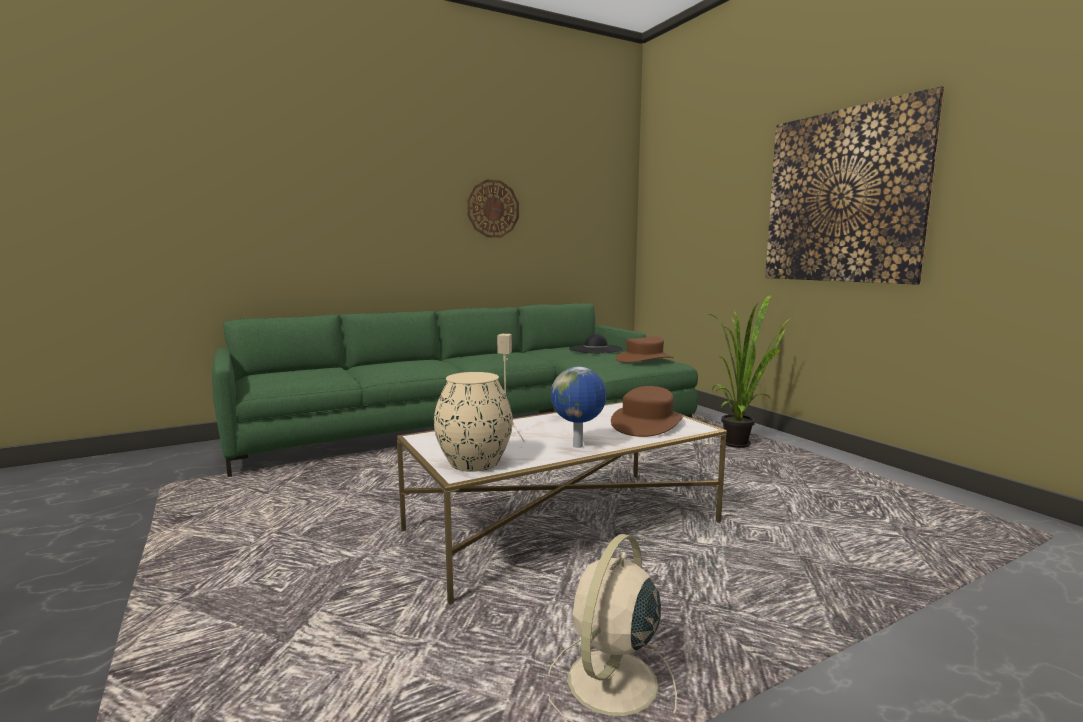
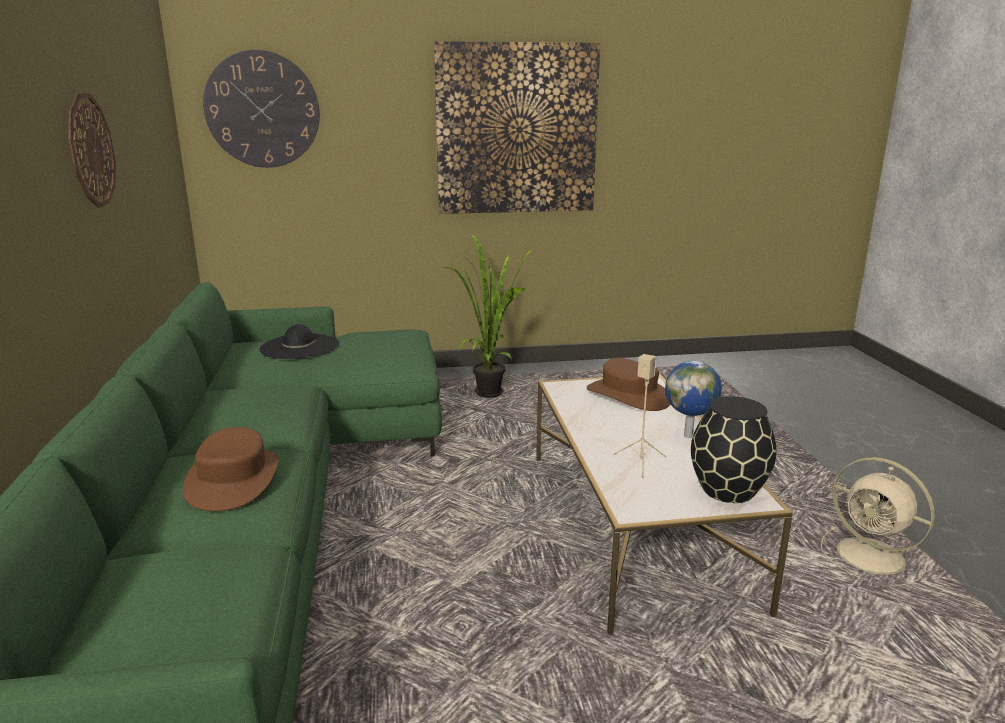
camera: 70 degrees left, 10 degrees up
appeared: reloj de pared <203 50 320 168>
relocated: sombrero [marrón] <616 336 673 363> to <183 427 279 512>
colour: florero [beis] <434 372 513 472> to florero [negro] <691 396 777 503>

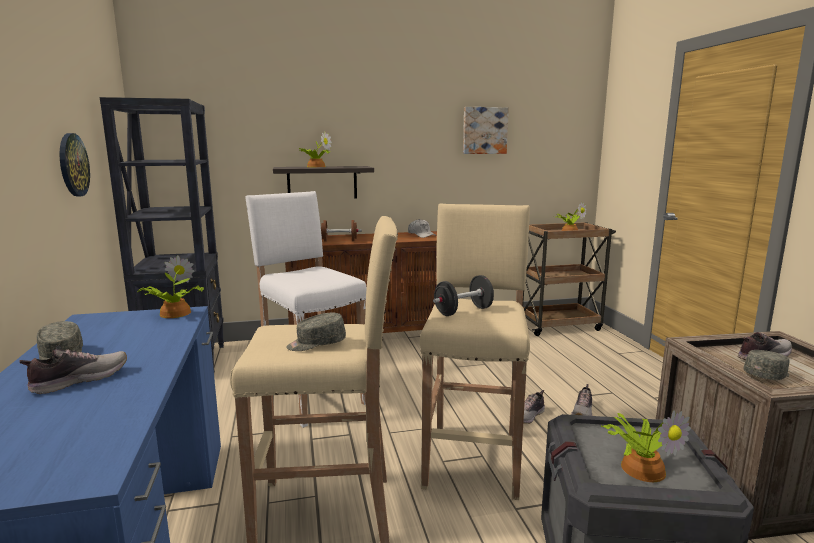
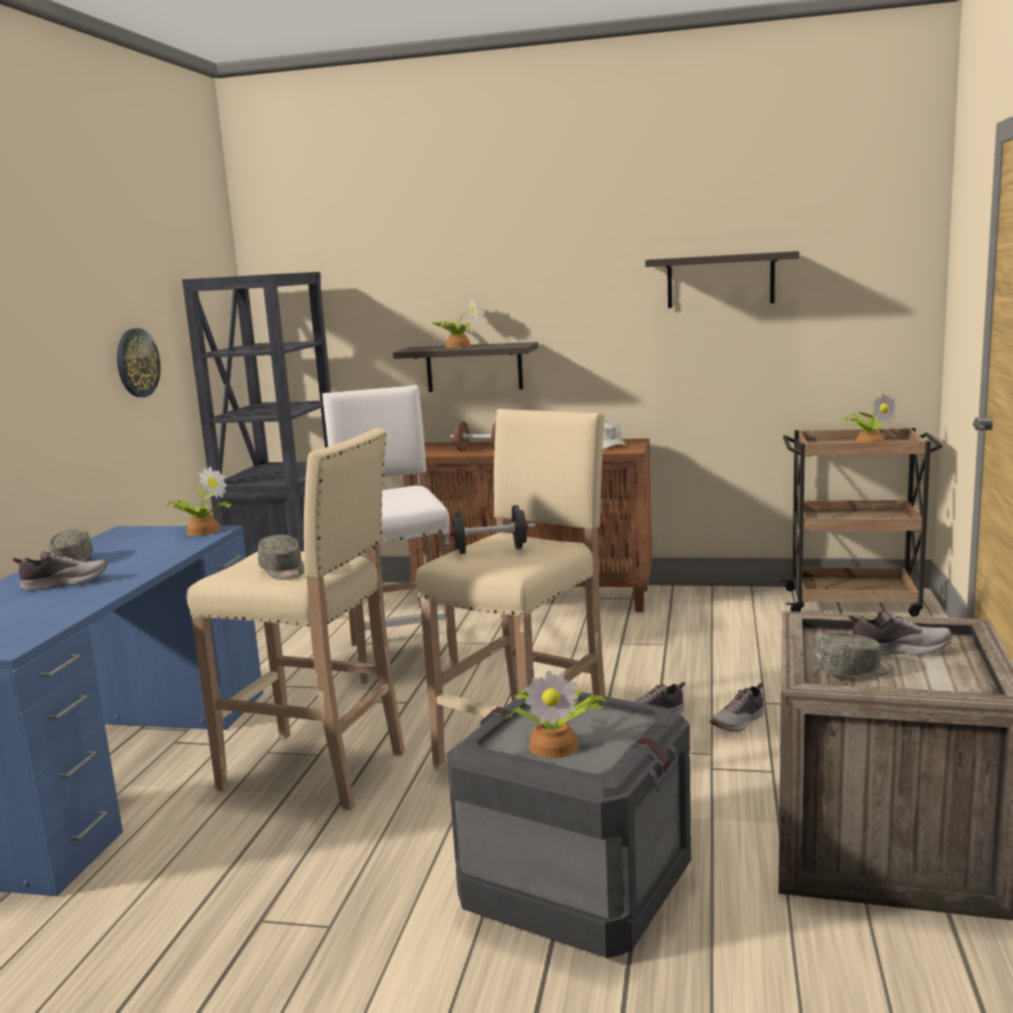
camera: 25 degrees right, 0 degrees up
exchanged: cuadro <463 107 509 154> to estante <645 251 799 308>
spun: gorra [gris] <286 312 346 351> = <258 535 304 580> 120 degrees counterclockwise

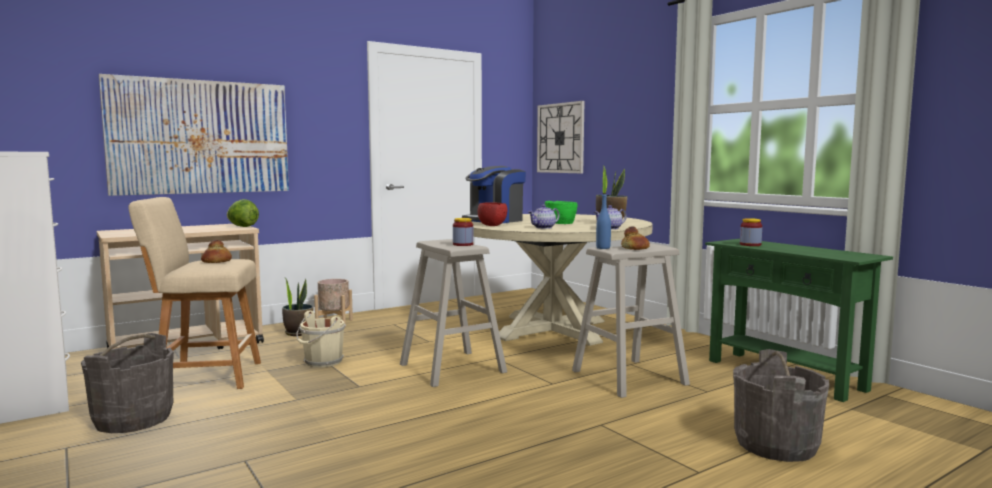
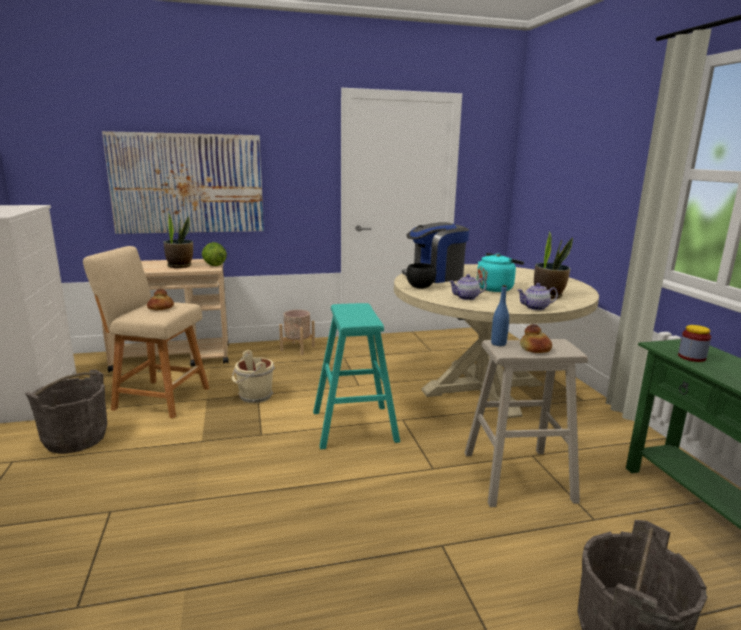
camera: 20 degrees right, 10 degrees up
missing: reloj de pared <537 101 584 173>; tarro <453 218 473 246>
relocated: planta en maceta <282 278 313 336> to <164 213 193 268>
exchanged: cuenco [verde] <545 201 577 224> to hervidor [turquesa] <477 253 524 292>
colour: cuenco [rojo] <477 202 508 226> to cuenco [negro] <406 263 437 289>; taburete [beis] <400 239 507 387> to taburete [turquesa] <313 303 400 449>

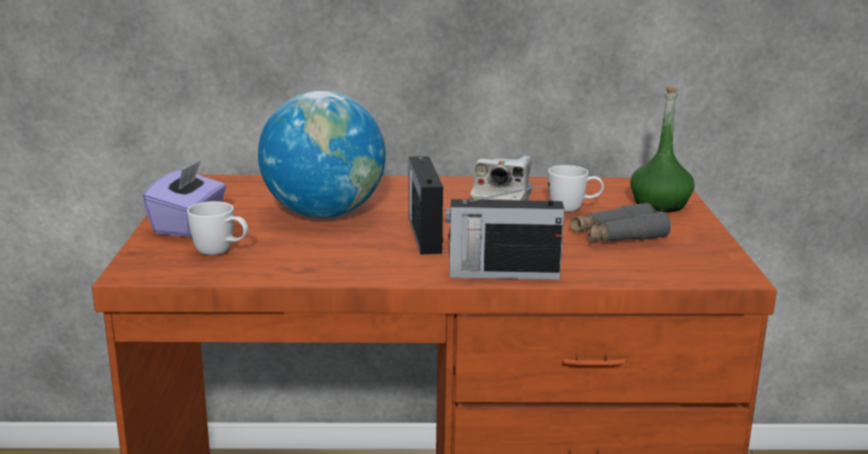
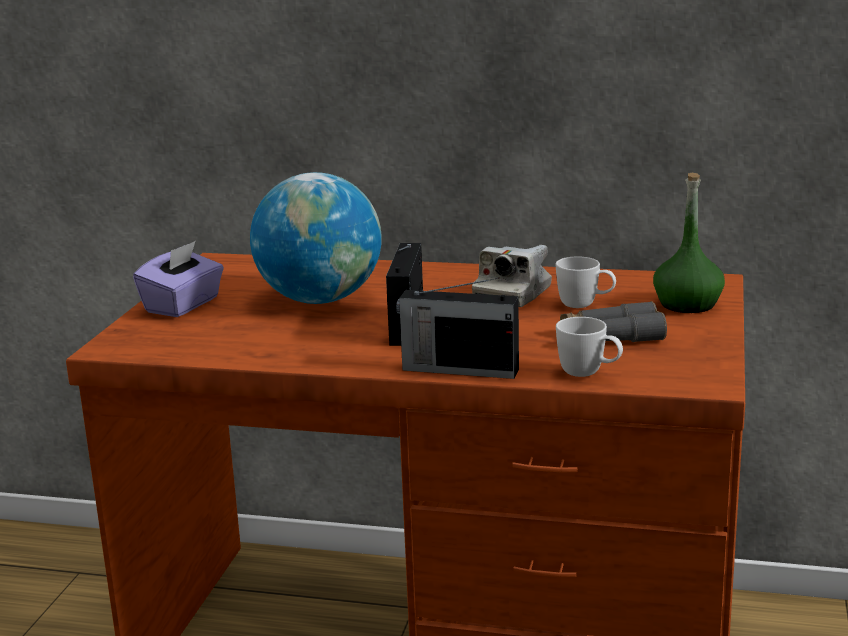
camera: 15 degrees right, 0 degrees up
relocated: taza grande [blanco] <187 201 248 255> to <556 317 623 377>

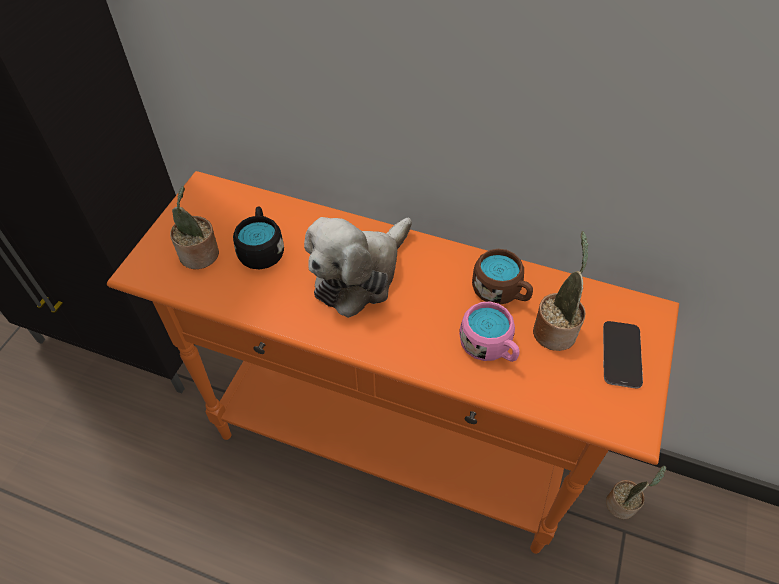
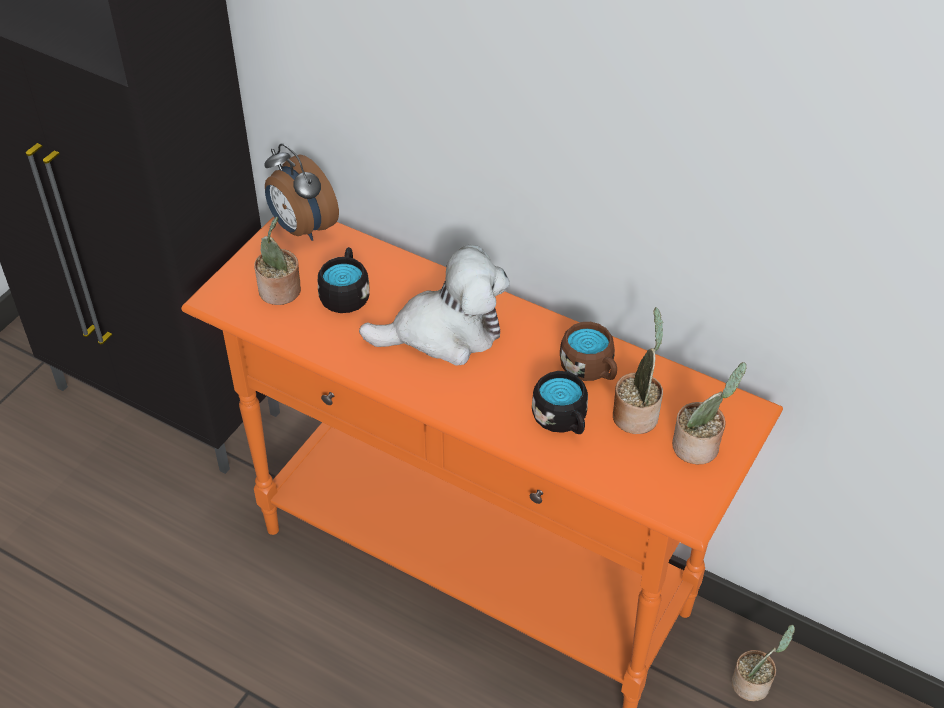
camera: 10 degrees right, 5 degrees down
appeared: despertador <265 144 339 241>
exchanged: móvil <603 321 643 388> to planta en maceta <672 362 747 464>
colour: taza grande [rosa] <459 302 520 362> to taza grande [negro] <532 371 588 434>
spun: peluche <304 217 412 318> = <359 245 510 366> 150 degrees counterclockwise

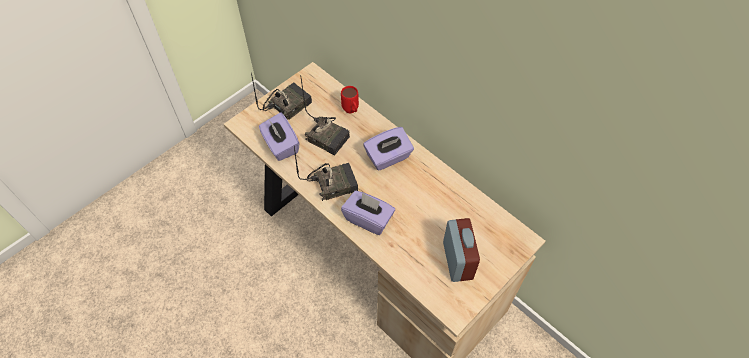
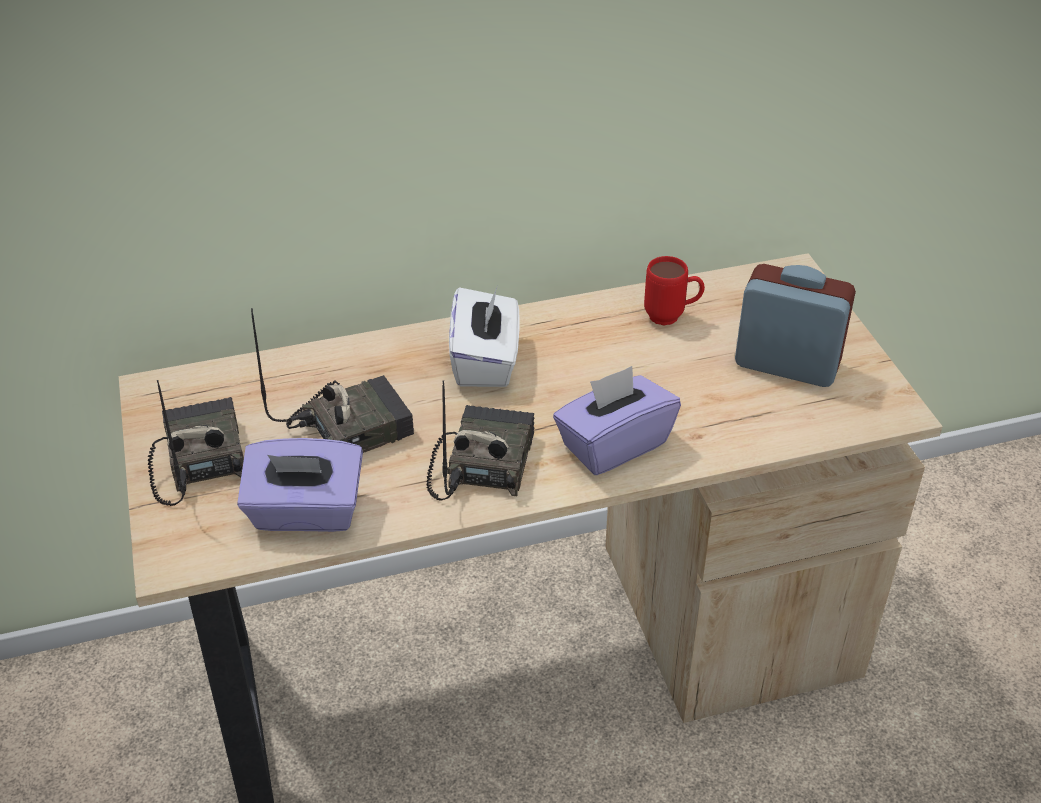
camera: 60 degrees left, 15 degrees down
relocated: taza grande [rojo] <341 86 359 113> to <644 256 705 325>
colour: caja de pañuelos [morado] <363 127 414 171> to caja de pañuelos [blanco] <449 287 520 387>

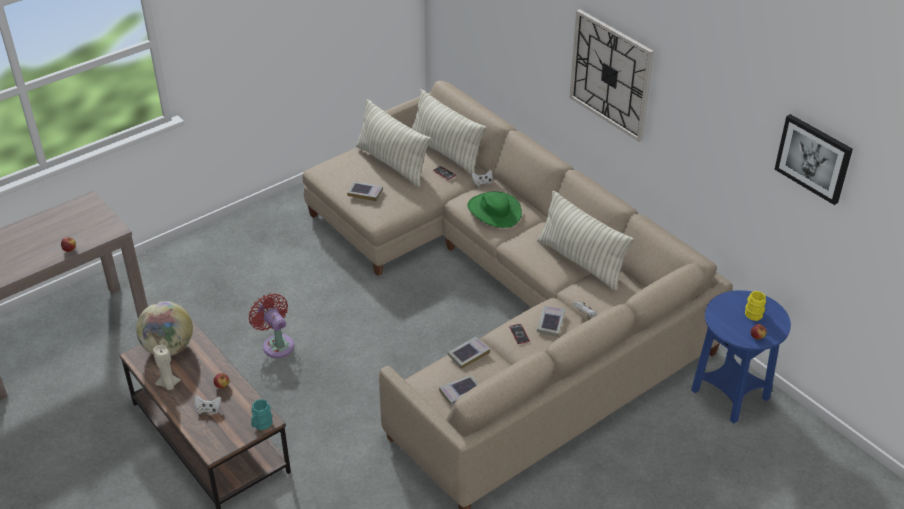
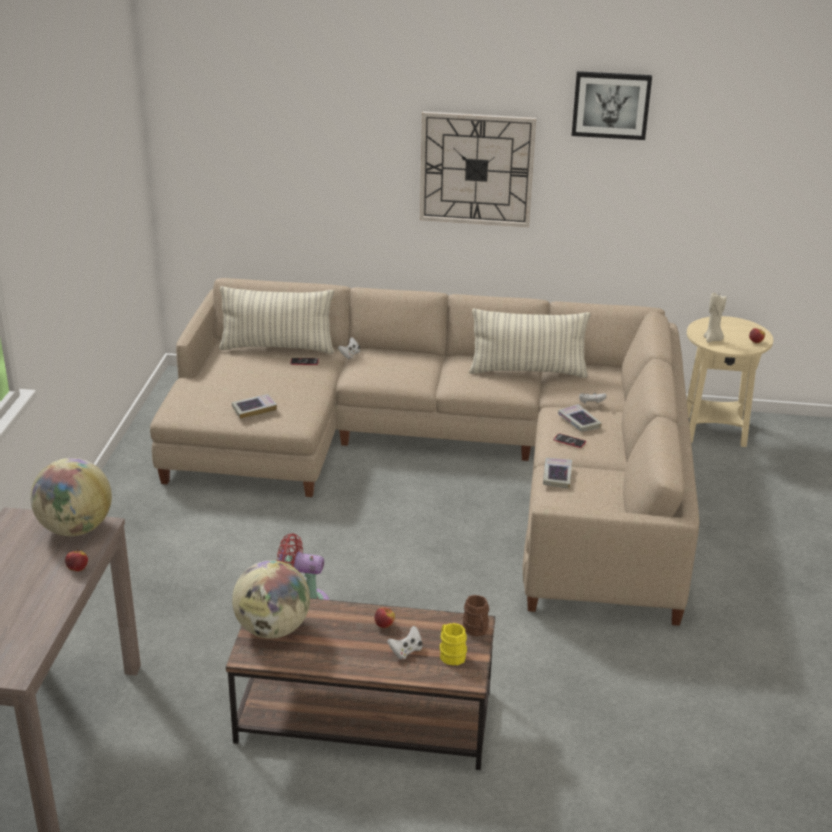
camera: 45 degrees left, 10 degrees down
missing: cojín <356 99 431 188>; sombrero [verde] <467 191 522 228>; libro <439 375 479 405>
appeared: globo terráqueo <30 458 112 536>
relocated: cuadro <774 114 853 205> to <572 71 652 140>; taza grande [amarillo] <745 291 766 321> to <440 623 467 666>; vela [beis] <153 345 181 390> to <704 292 727 342>
colour: mesa auxiliar [azul] <691 290 791 423> to mesa auxiliar [beis] <687 316 773 447>; taza grande [turquesa] <251 399 272 430> to taza grande [marrón] <463 595 489 636>

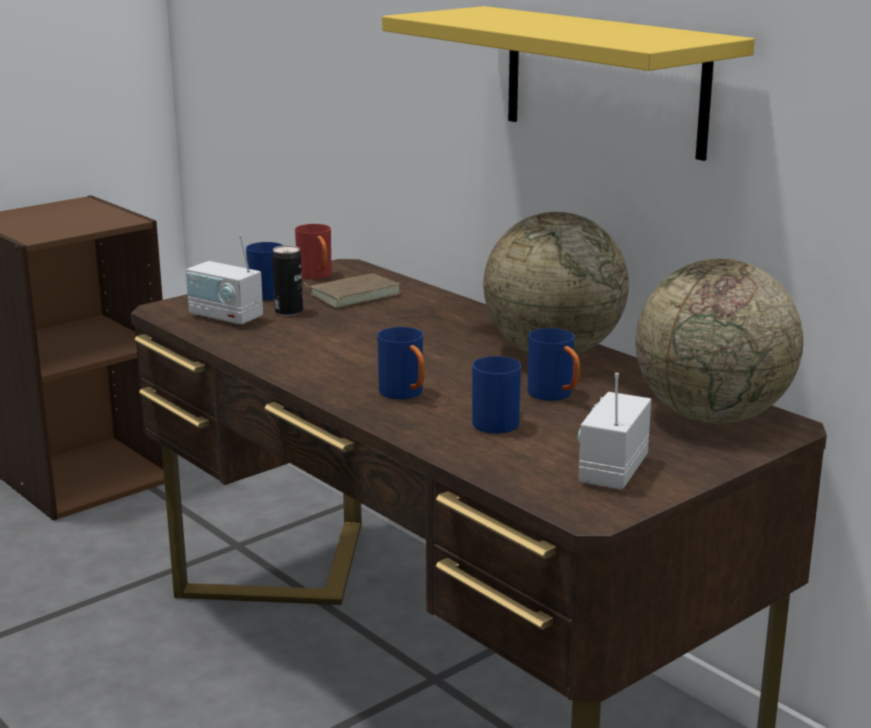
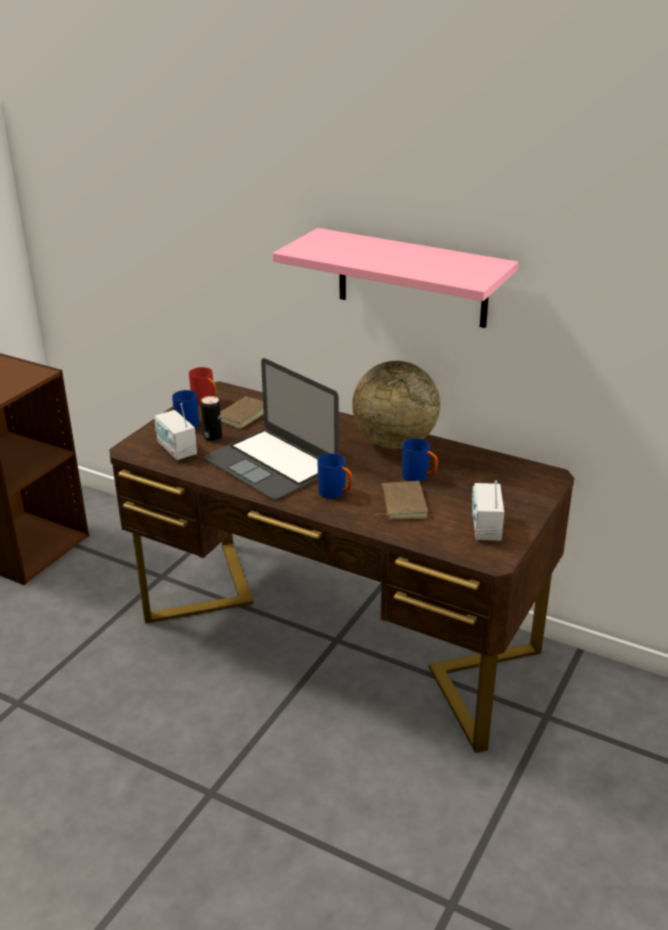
camera: 20 degrees left, 10 degrees up
missing: globo terráqueo <635 259 803 424>
appeared: portátil <204 358 339 500>
exchanged: taza grande [azul] <472 356 521 434> to libro [marrón] <375 481 428 520>
colour: estante [amarillo] <382 6 755 161> to estante [rosa] <273 228 518 328>
spun: radio <186 234 263 326> = <154 403 197 460> 45 degrees clockwise

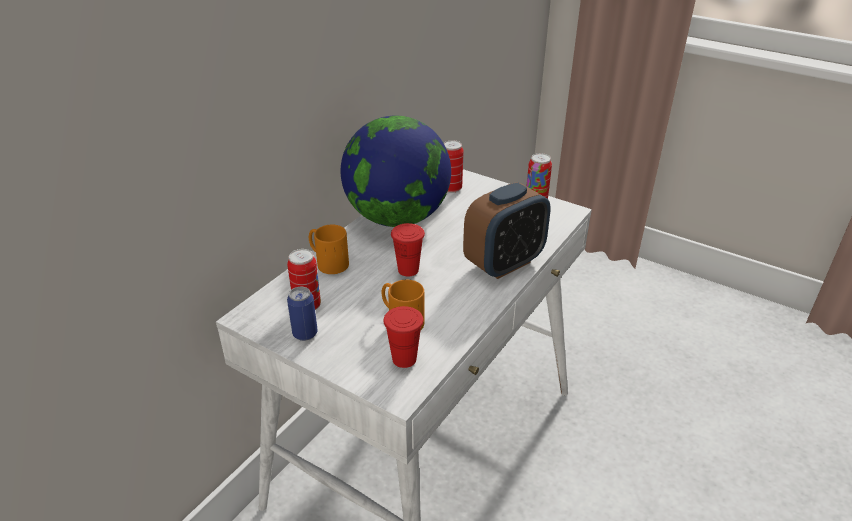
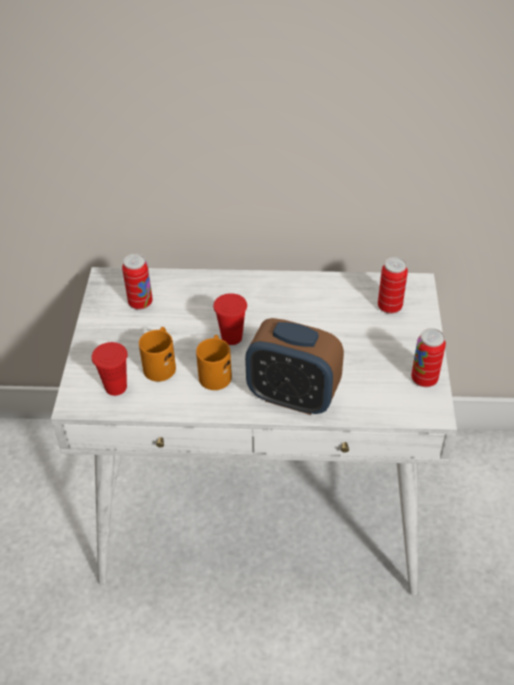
camera: 60 degrees right, 10 degrees up
missing: globo terráqueo <341 116 451 227>; lata <287 287 318 341>
relocated: taza grande [naranja] <309 224 349 274> to <196 335 232 390>

